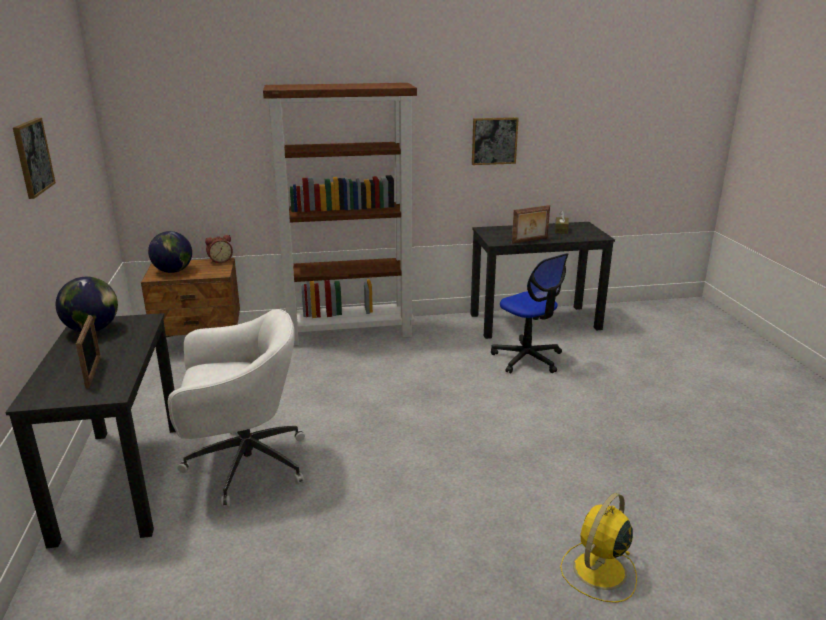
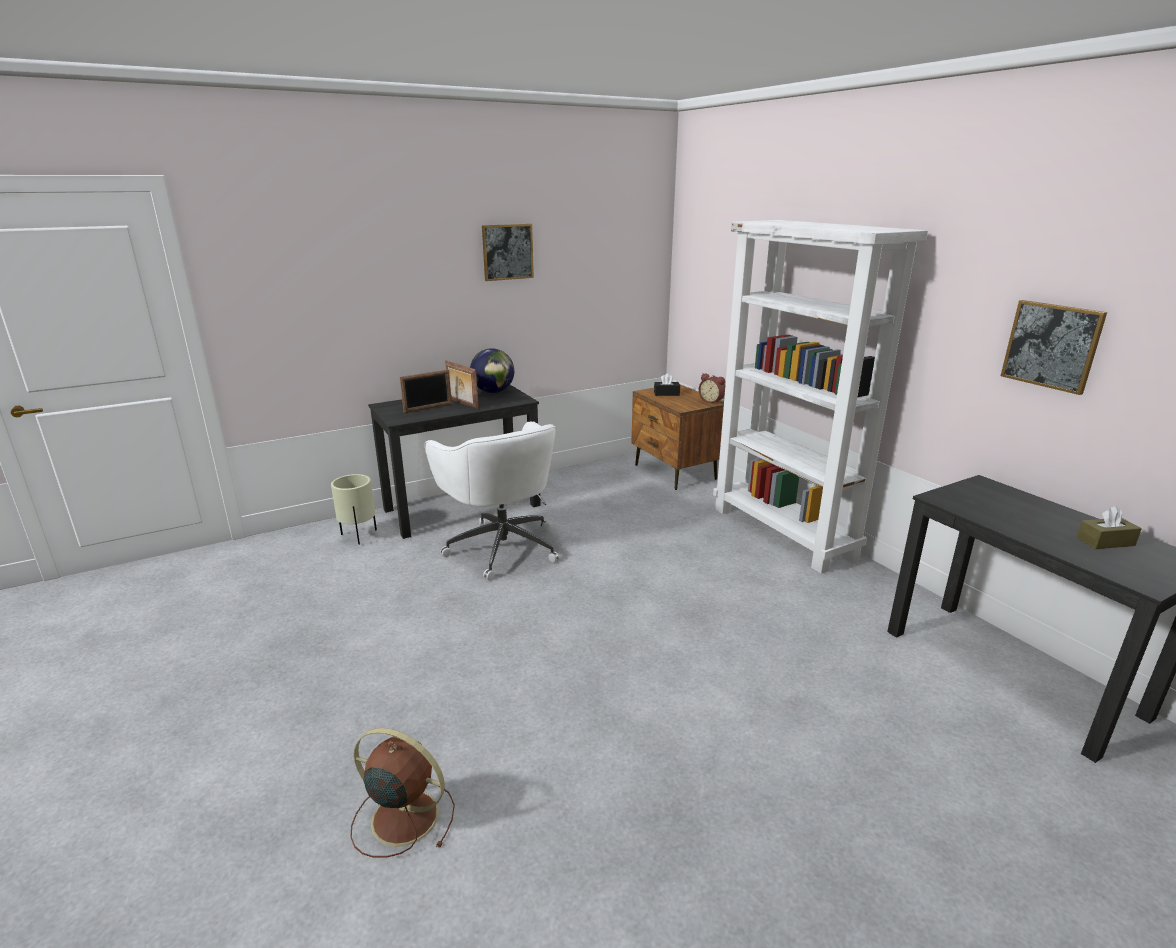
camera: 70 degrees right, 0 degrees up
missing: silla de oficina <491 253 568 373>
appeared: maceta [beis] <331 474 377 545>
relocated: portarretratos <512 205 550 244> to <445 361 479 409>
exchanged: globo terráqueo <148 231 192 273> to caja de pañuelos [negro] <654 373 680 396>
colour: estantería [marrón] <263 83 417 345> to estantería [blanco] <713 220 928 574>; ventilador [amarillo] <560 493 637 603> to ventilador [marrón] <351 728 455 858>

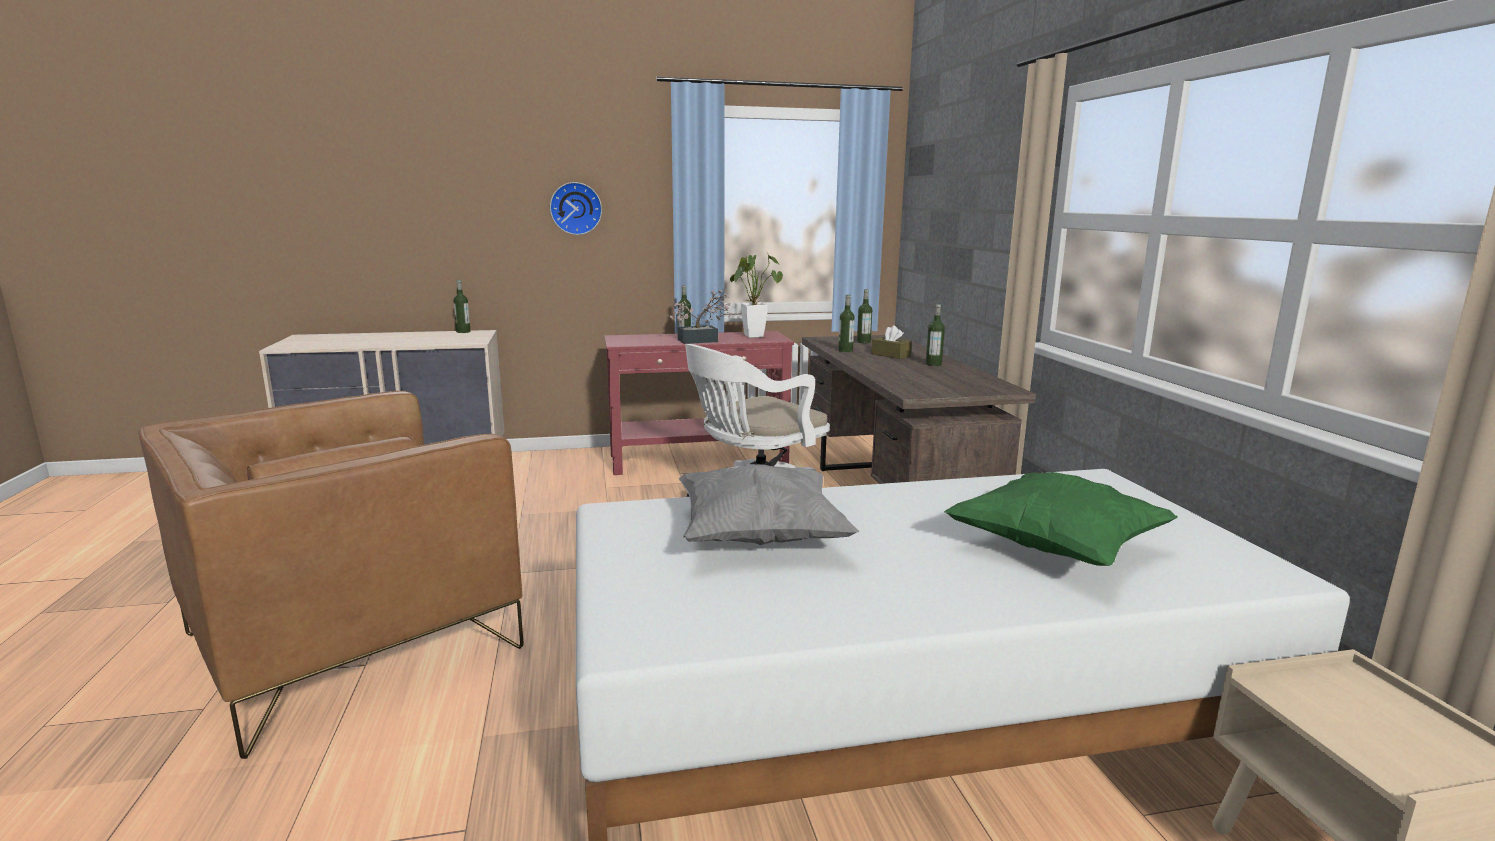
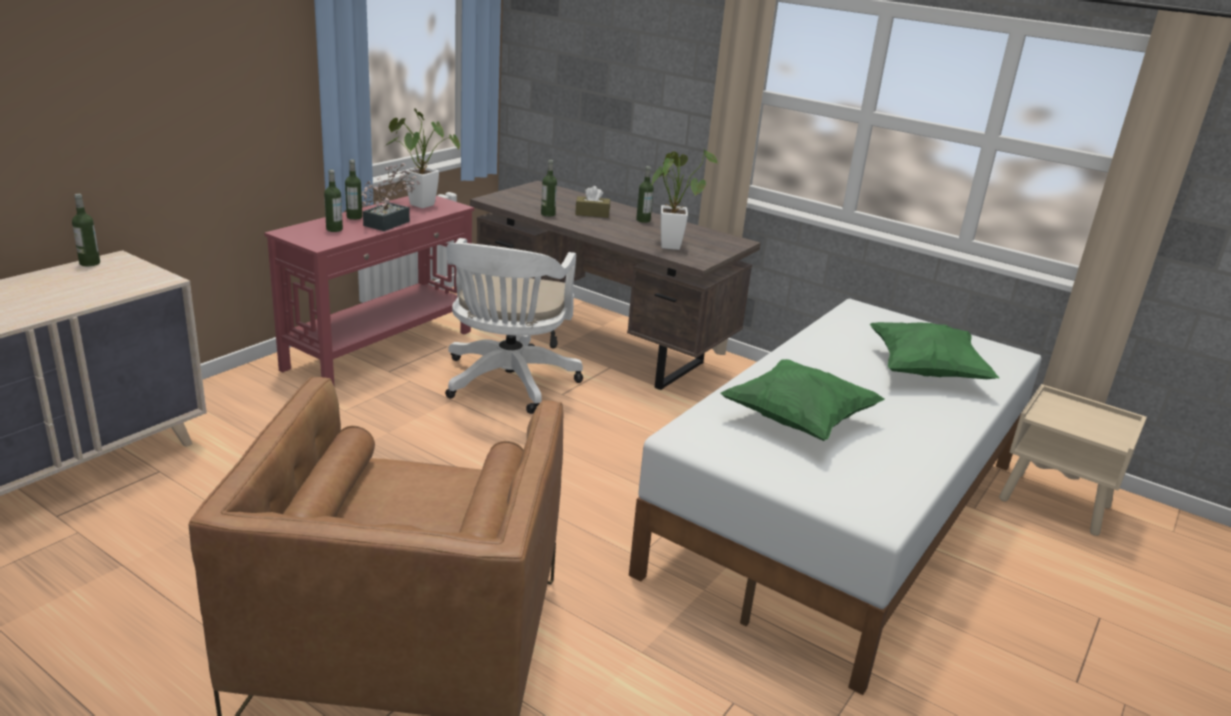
camera: 45 degrees left, 10 degrees up
missing: reloj de pared <550 182 602 235>
appeared: planta en maceta <652 149 718 250>
relocated: botella <857 289 872 343> to <324 170 343 232>
colour: cojín [gris] <679 464 859 545> to cojín [verde] <720 359 885 441>

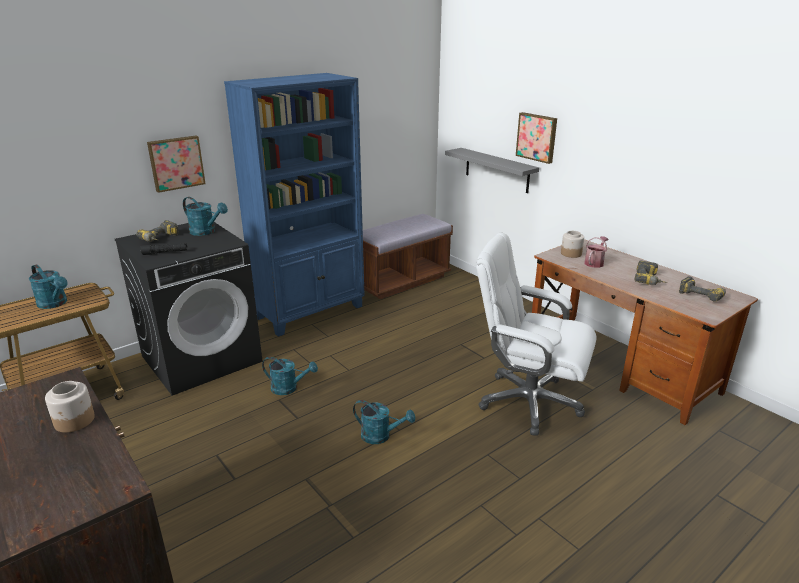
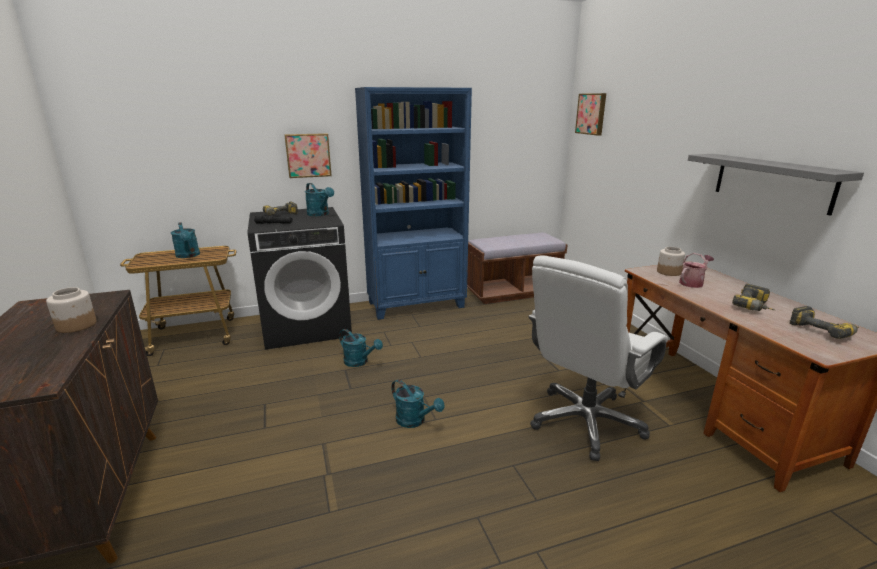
camera: 20 degrees right, 5 degrees down
relocated: cuadro <516 112 557 164> to <575 93 606 136>; estante [gris] <445 148 539 193> to <688 154 864 216>
spun: silla de oficina [blanco] <476 233 597 436> = <528 255 668 461> 90 degrees counterclockwise

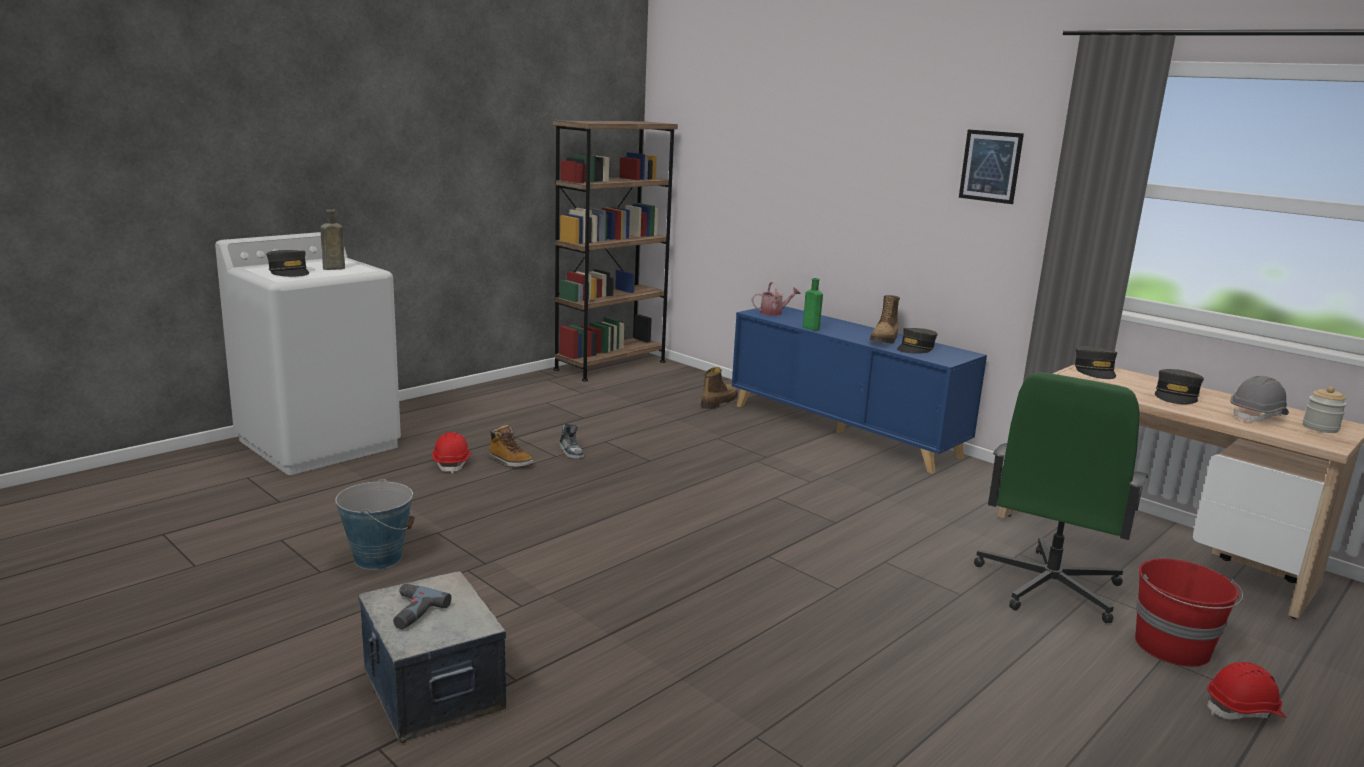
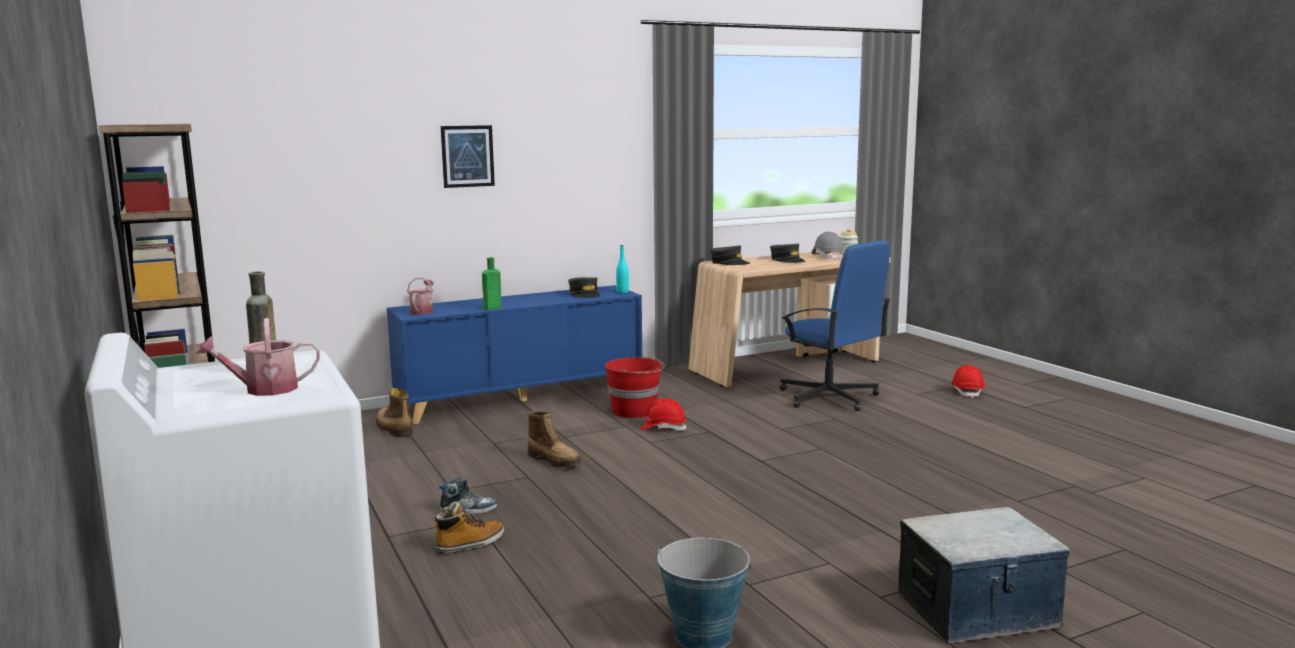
camera: 70 degrees left, 5 degrees down
missing: taladro <393 583 451 630>
appeared: botella [turquesa] <616 245 629 293>
relocated: cuadro <959 129 1024 204> to <440 125 495 188>; bota <869 295 900 344> to <527 411 581 468>; casco [rojo] <432 432 471 474> to <641 398 687 431>; cubo [rojo] <1135 558 1243 667> to <605 356 665 418>
exchanged: gorra [gris] <266 250 309 277> to regadera <196 318 320 396>
colour: silla de oficina [verde] <974 372 1148 623> to silla de oficina [azul] <780 240 891 411>

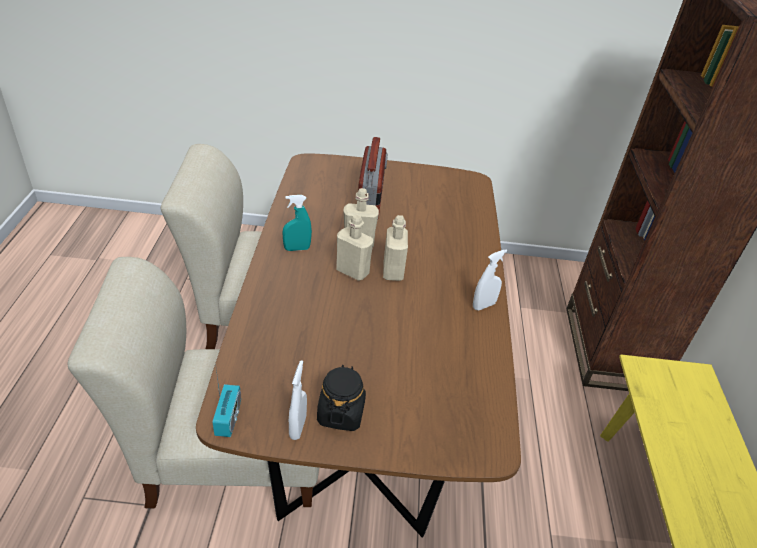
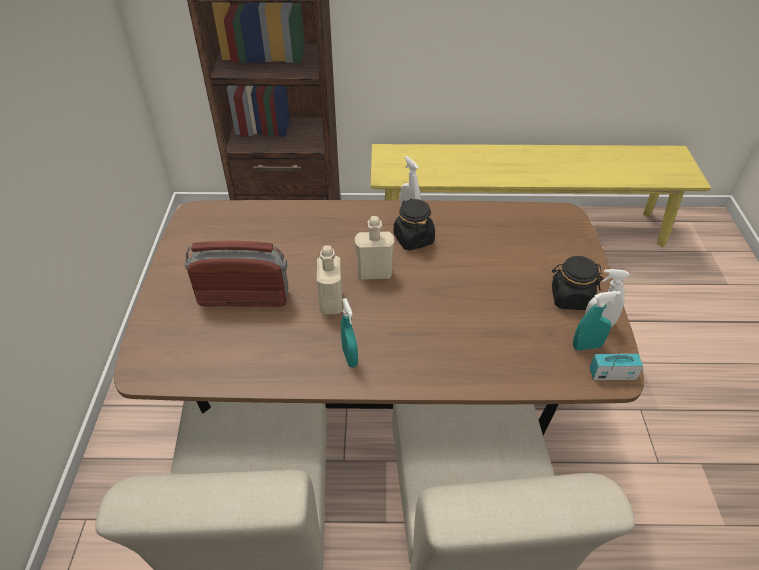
camera: 90 degrees left, 5 degrees up
missing: botella [beis] <336 214 374 281>
appeared: tarro [negro] <394 199 435 251>; pulverizador [turquesa] <573 291 621 350>

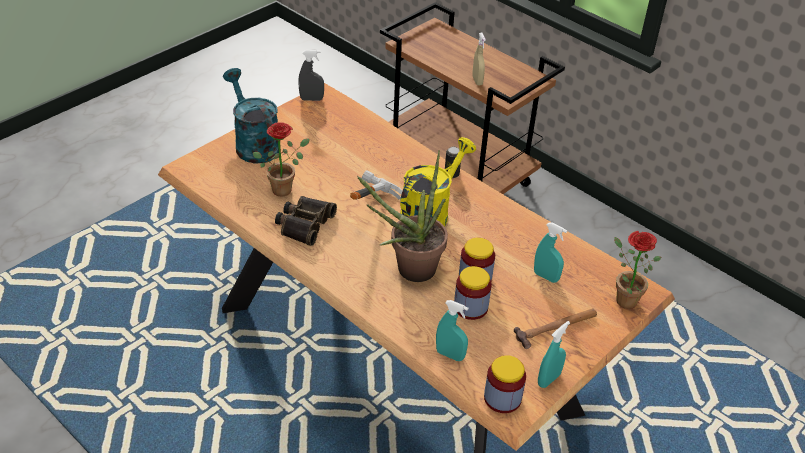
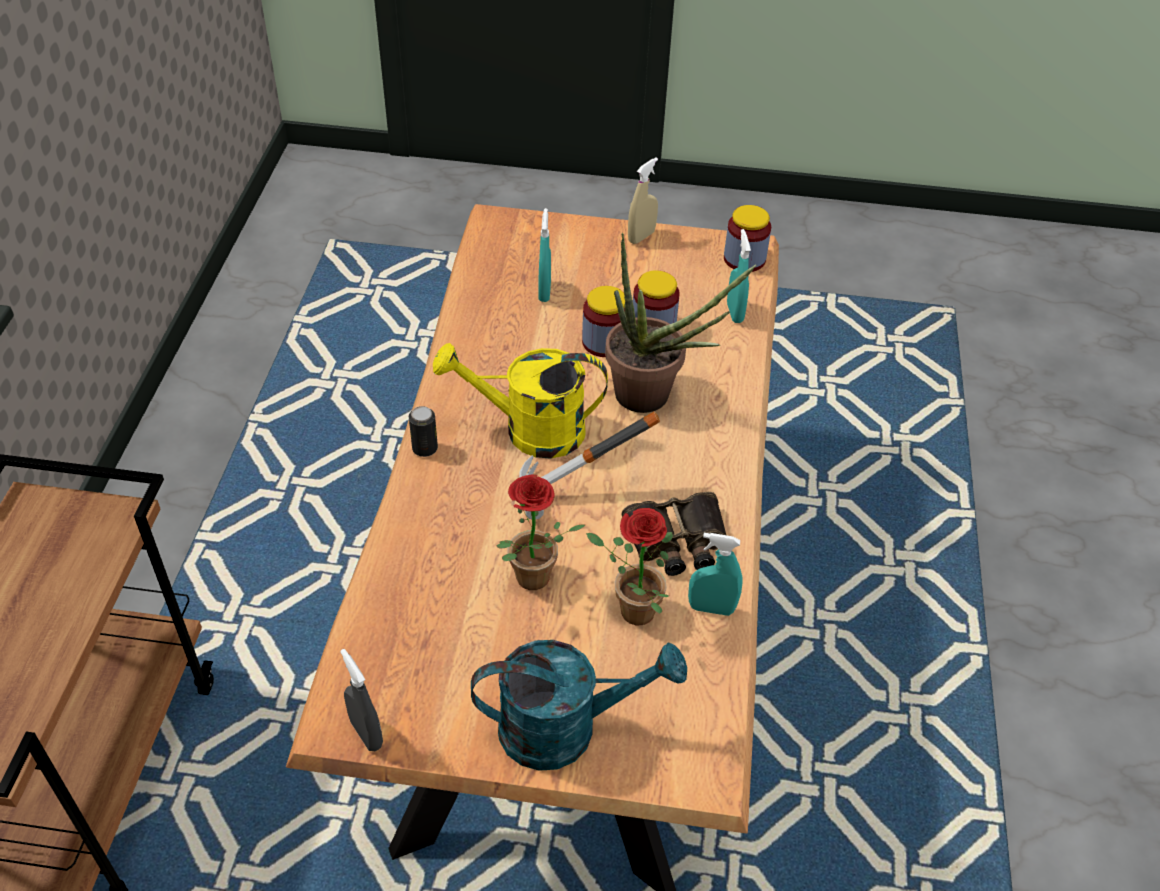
camera: 125 degrees left, 5 degrees up
missing: martillo <514 308 597 349>
relocated: pulverizador [beis] <472 33 486 85> to <628 157 658 244>; planta en maceta <614 231 661 309> to <496 475 585 590>; pulverizador [turquesa] <538 321 570 388> to <688 533 743 616>
spun: regadera [turquesa] <223 68 279 164> = <471 640 687 771> 120 degrees counterclockwise

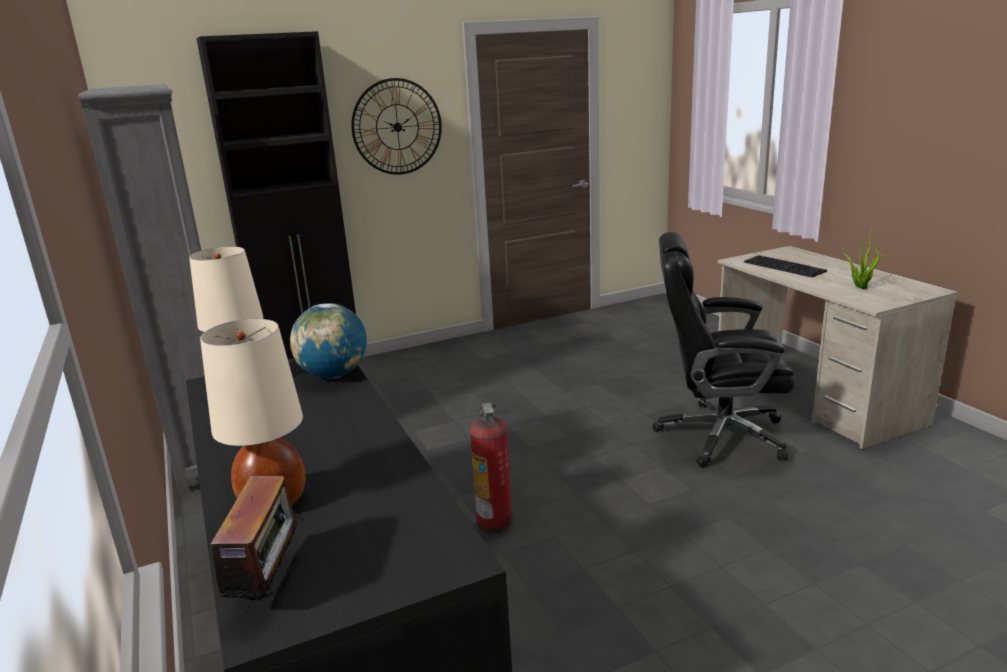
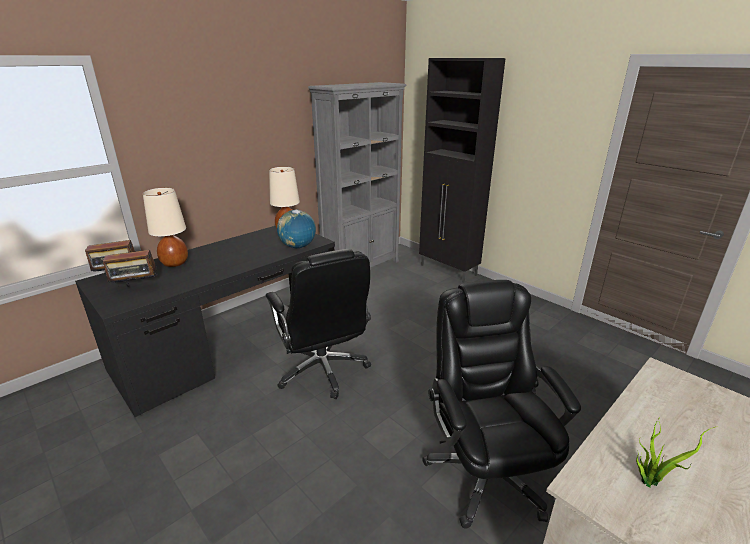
camera: 70 degrees right, 5 degrees up
missing: reloj de pared <351 78 442 175>; teclado <744 255 827 277>
appeared: radio <103 250 157 288>
exchanged: extintor <470 403 513 533> to silla de oficina [negro] <266 249 371 399>

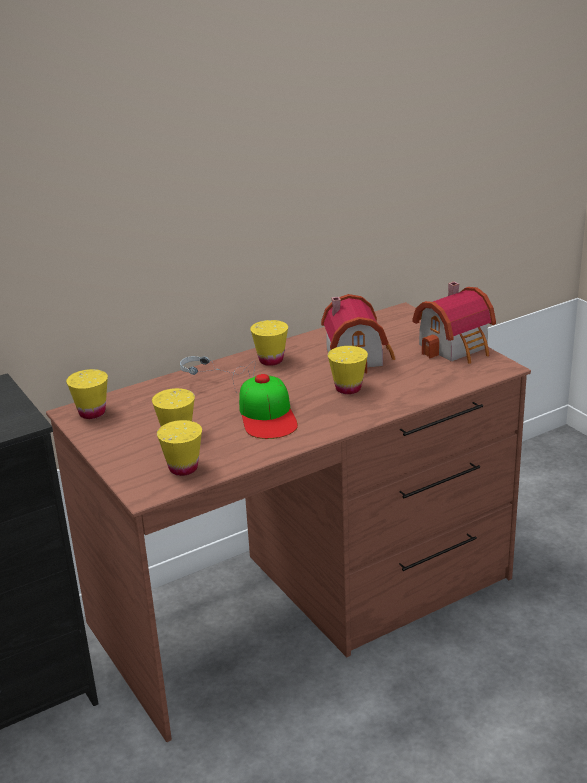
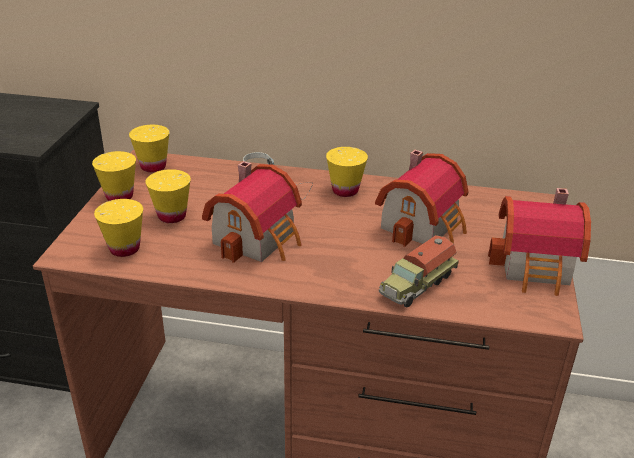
camera: 40 degrees right, 5 degrees up
appeared: camión de juguete <379 235 459 307>
relocated: taza [amarillo] <328 346 368 394> to <92 151 136 201>
exchanged: gorra <239 374 298 439> to casita <202 161 302 263>

